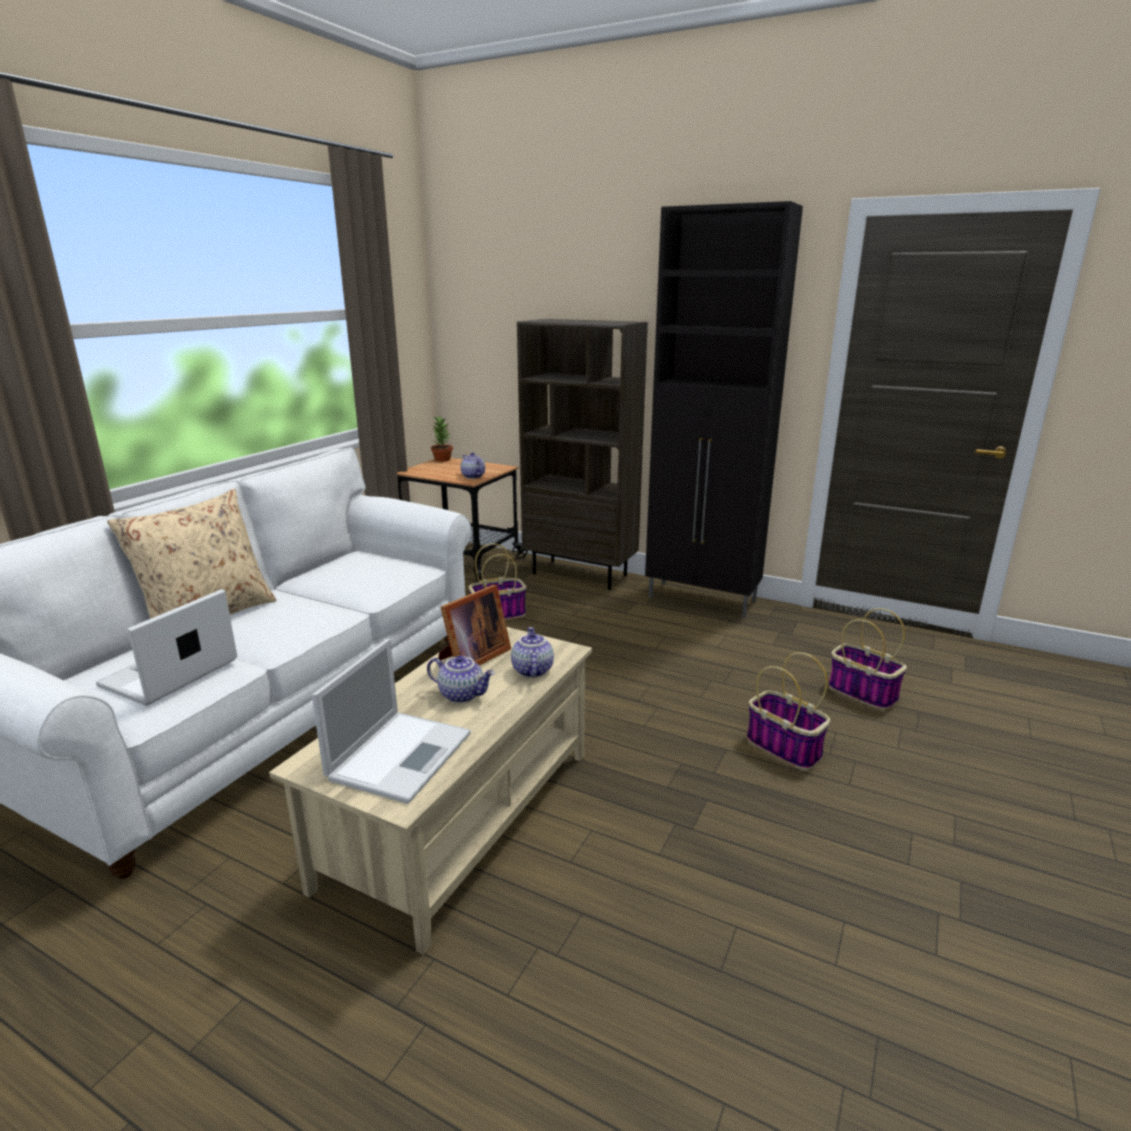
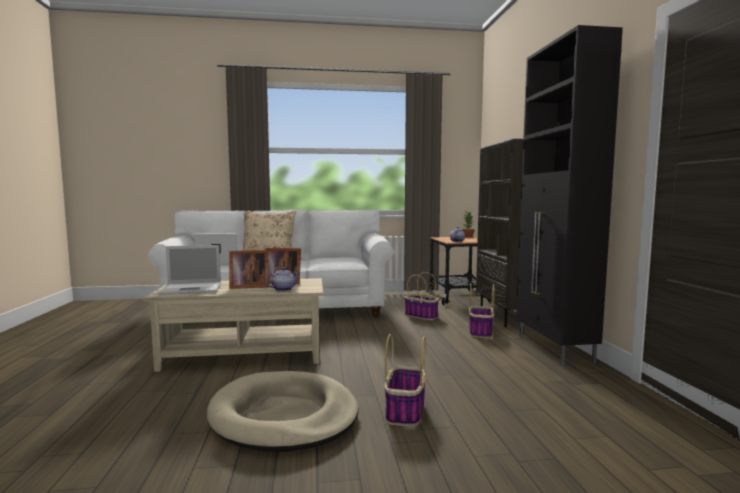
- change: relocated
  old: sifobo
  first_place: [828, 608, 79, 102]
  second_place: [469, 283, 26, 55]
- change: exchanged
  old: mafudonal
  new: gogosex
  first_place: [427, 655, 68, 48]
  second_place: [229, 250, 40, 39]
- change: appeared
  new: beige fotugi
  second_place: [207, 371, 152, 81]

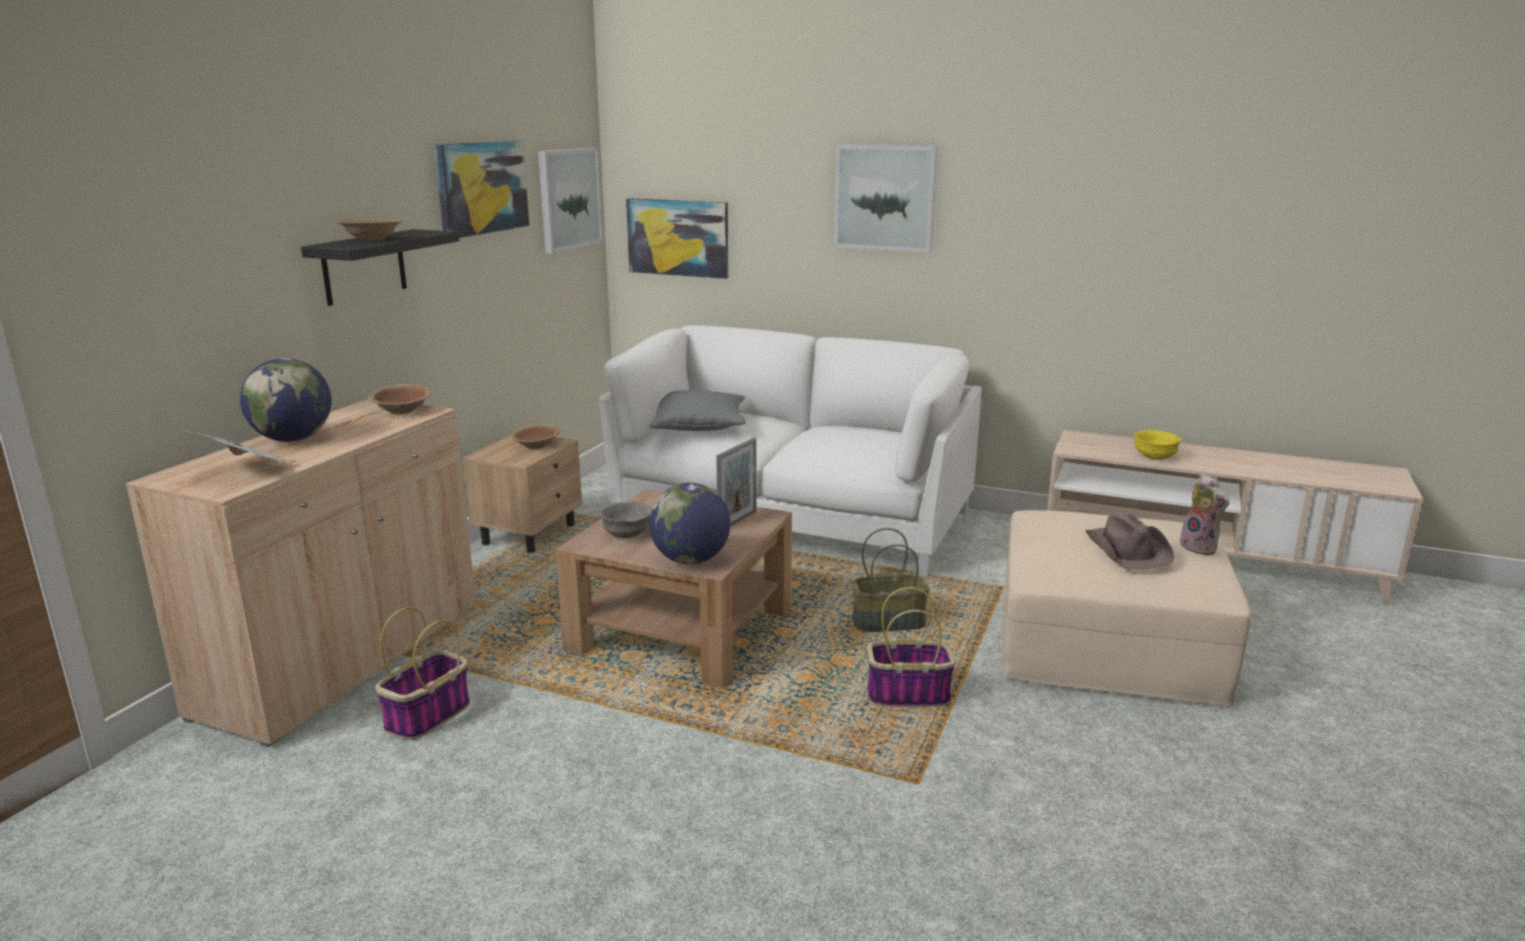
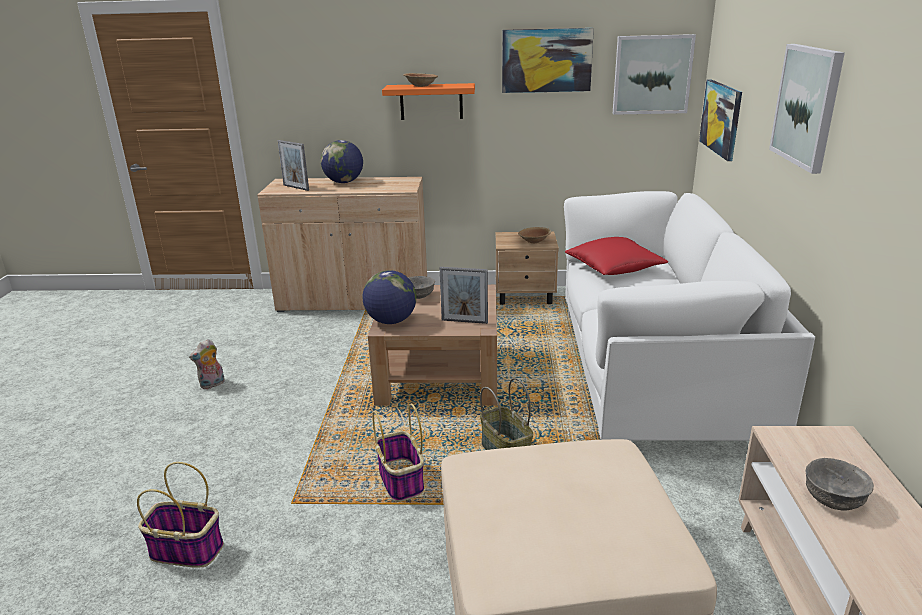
- change: colour
  old: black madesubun
  new: orange madesubun
  first_place: [301, 229, 158, 77]
  second_place: [382, 83, 93, 37]
- change: missing
  old: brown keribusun
  first_place: [368, 384, 63, 30]
- change: colour
  old: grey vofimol
  new: red vofimol
  first_place: [649, 390, 97, 41]
  second_place: [565, 237, 103, 38]
- change: colour
  old: yellow keribusun
  new: grey keribusun
  first_place: [1134, 430, 47, 30]
  second_place: [806, 458, 68, 53]
- change: exchanged
  old: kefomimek
  new: gogosex
  first_place: [184, 431, 114, 31]
  second_place: [277, 140, 32, 51]
- change: relocated
  old: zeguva
  first_place: [1180, 474, 50, 81]
  second_place: [189, 339, 36, 50]
- change: missing
  old: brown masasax
  first_place: [1085, 513, 90, 57]
- change: relocated
  old: sifobo
  first_place: [375, 607, 95, 133]
  second_place: [137, 462, 87, 106]

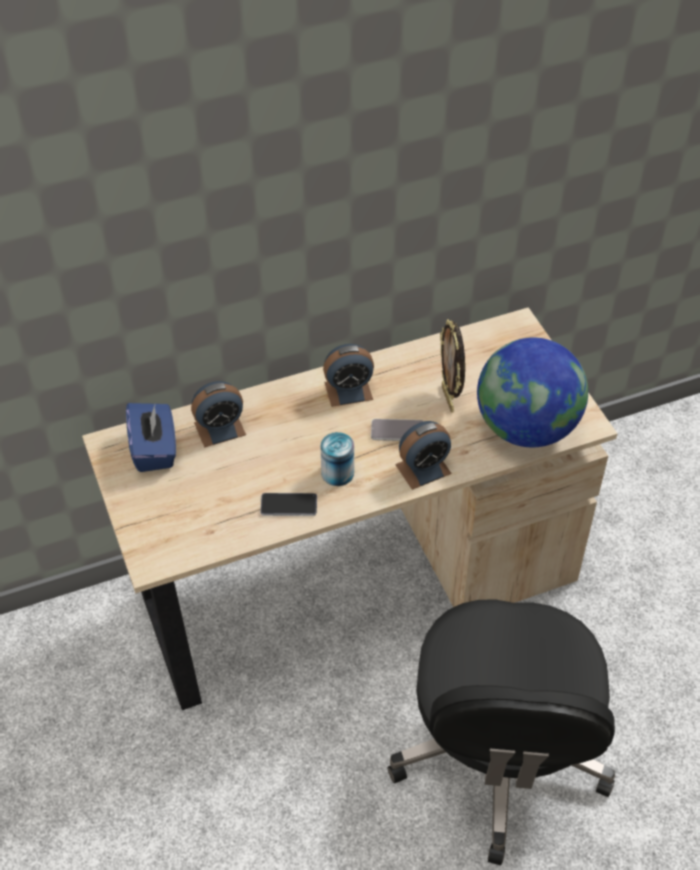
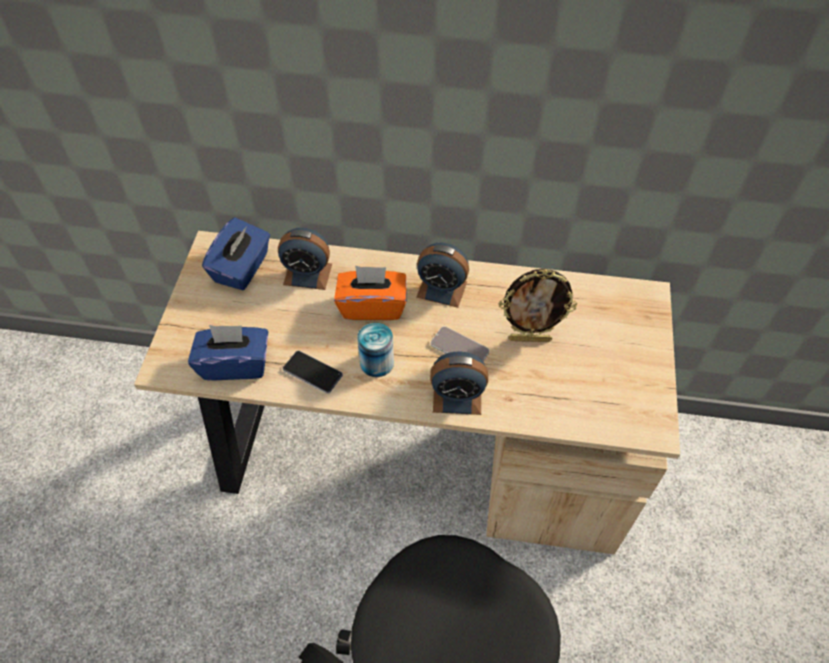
- change: spun
  old: gogosex
  first_place: [440, 319, 25, 93]
  second_place: [499, 269, 78, 73]
  degrees: -105
- change: missing
  old: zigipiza
  first_place: [477, 337, 111, 110]
- change: appeared
  new: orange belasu
  second_place: [334, 266, 72, 54]
- change: appeared
  new: blue belasu
  second_place: [188, 325, 80, 55]

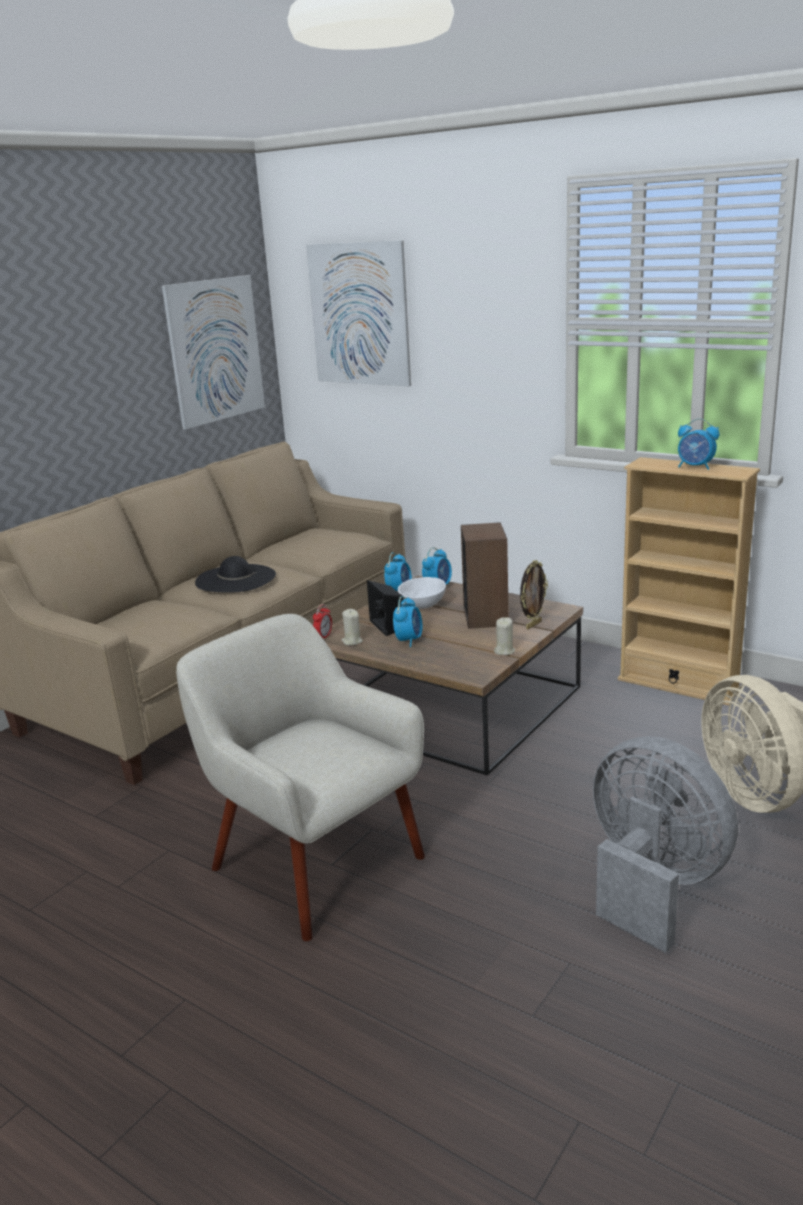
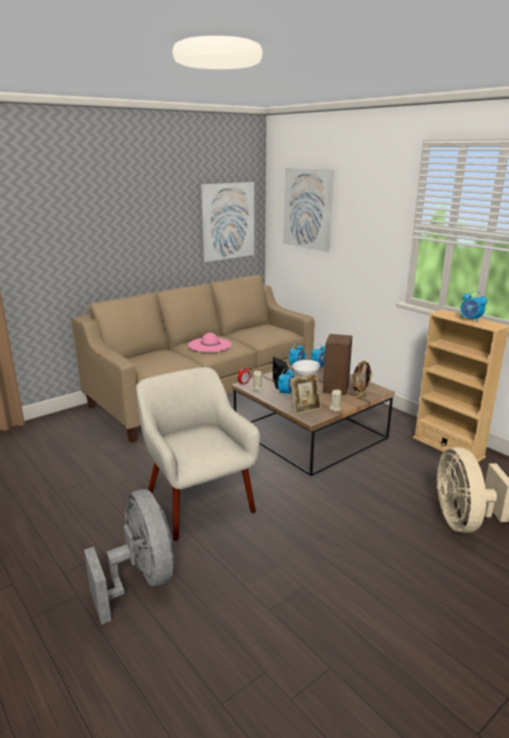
- change: colour
  old: black masasax
  new: pink masasax
  first_place: [195, 556, 81, 37]
  second_place: [188, 333, 44, 19]
- change: relocated
  old: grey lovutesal
  first_place: [593, 736, 145, 217]
  second_place: [84, 489, 90, 136]
- change: appeared
  new: gogosex
  second_place: [290, 373, 31, 42]

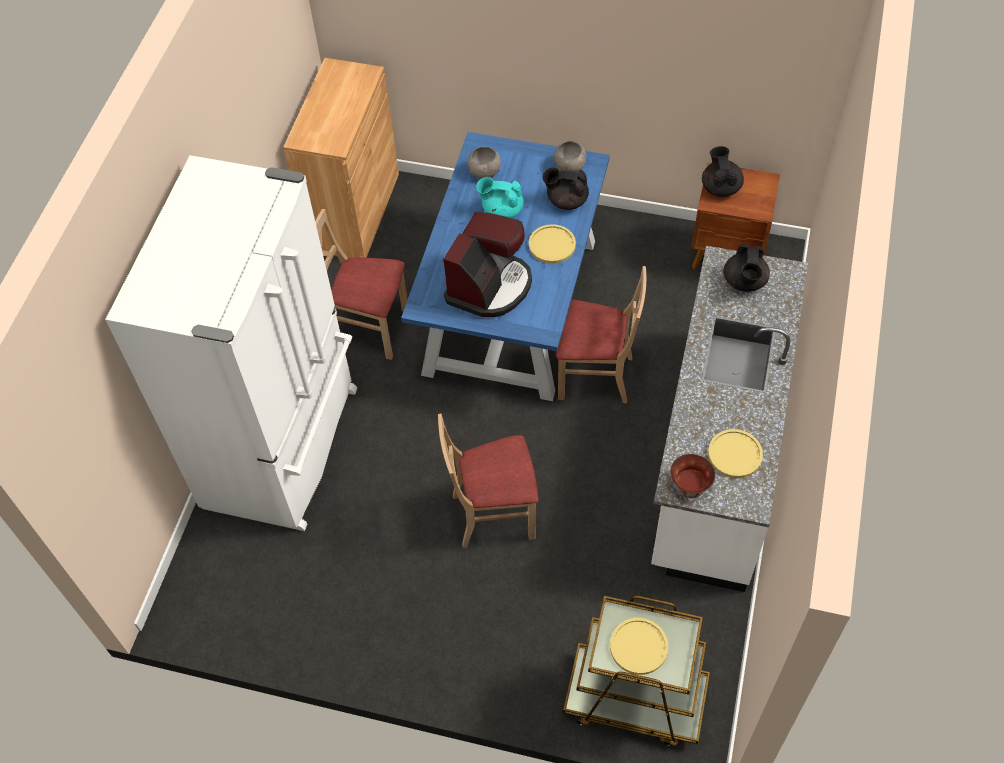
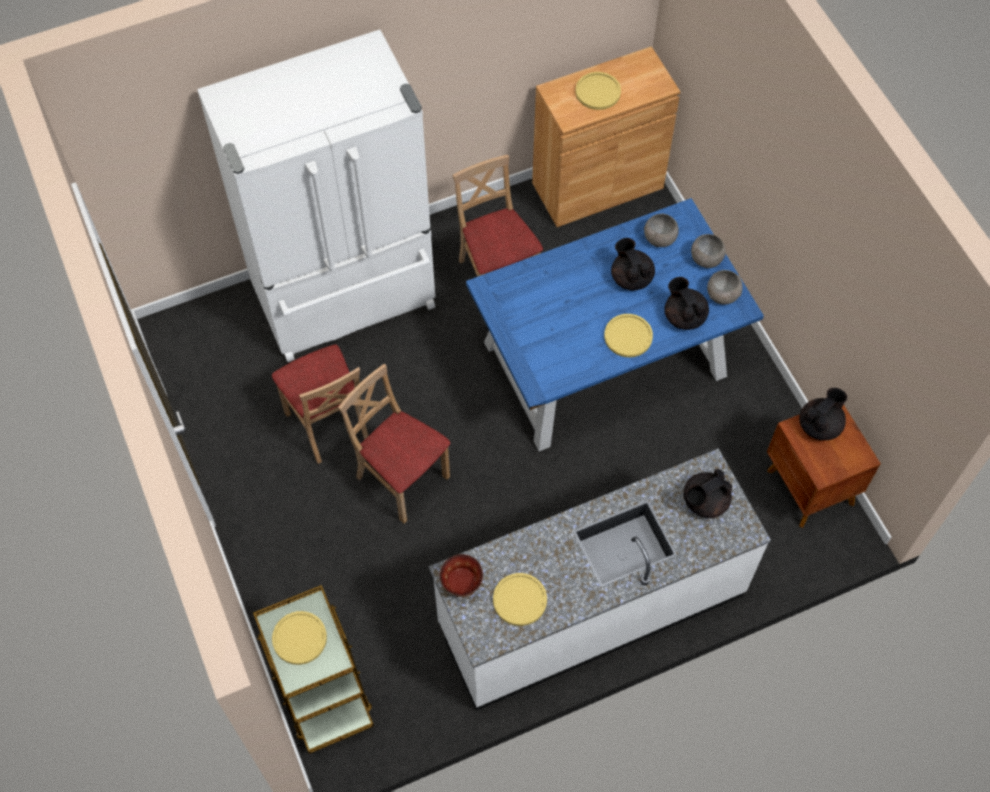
- change: colour
  old: turquoise mafudonal
  new: black mafudonal
  first_place: [476, 177, 48, 41]
  second_place: [611, 238, 44, 52]
- change: missing
  old: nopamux
  first_place: [443, 212, 89, 105]
- change: relocated
  old: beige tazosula
  first_place: [556, 266, 90, 137]
  second_place: [272, 345, 96, 119]
- change: appeared
  new: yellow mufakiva
  second_place: [575, 72, 46, 38]
- change: appeared
  new: grey keribusun
  second_place: [691, 234, 35, 34]

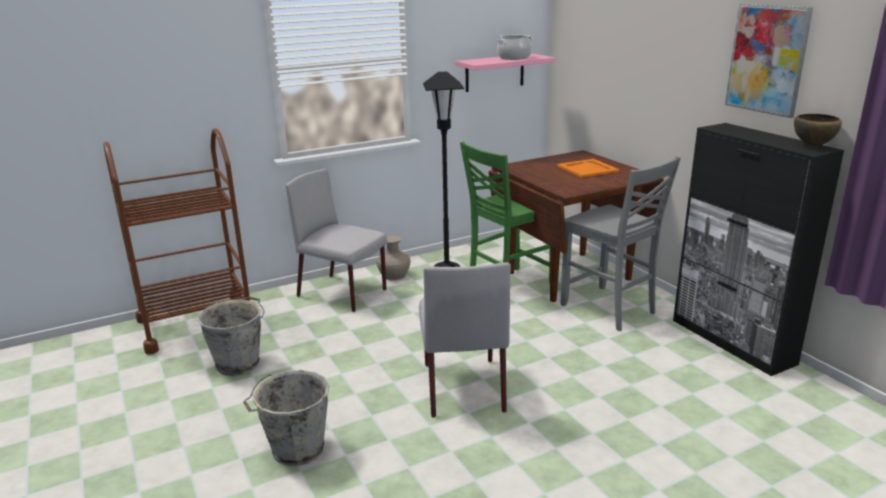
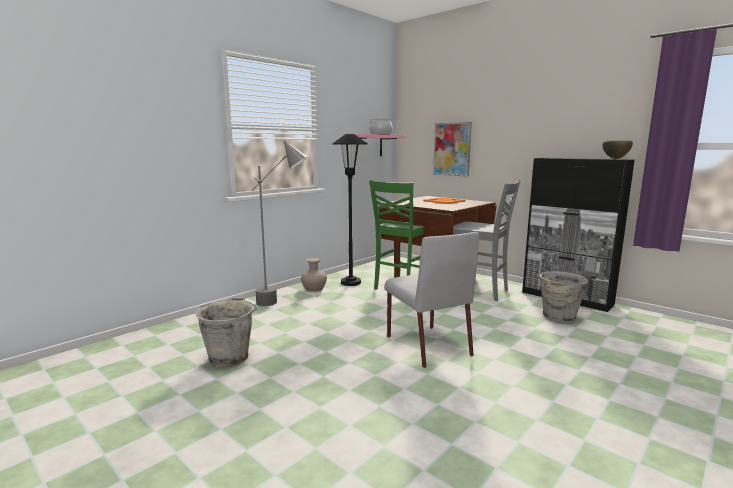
- change: relocated
  old: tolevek
  first_place: [725, 4, 88, 114]
  second_place: [433, 122, 39, 55]
- change: missing
  old: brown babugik
  first_place: [103, 128, 147, 226]
- change: exchanged
  old: grey tazosula
  new: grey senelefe
  first_place: [286, 169, 101, 143]
  second_place: [252, 141, 56, 165]
- change: relocated
  old: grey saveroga
  first_place: [243, 370, 87, 96]
  second_place: [537, 271, 51, 52]

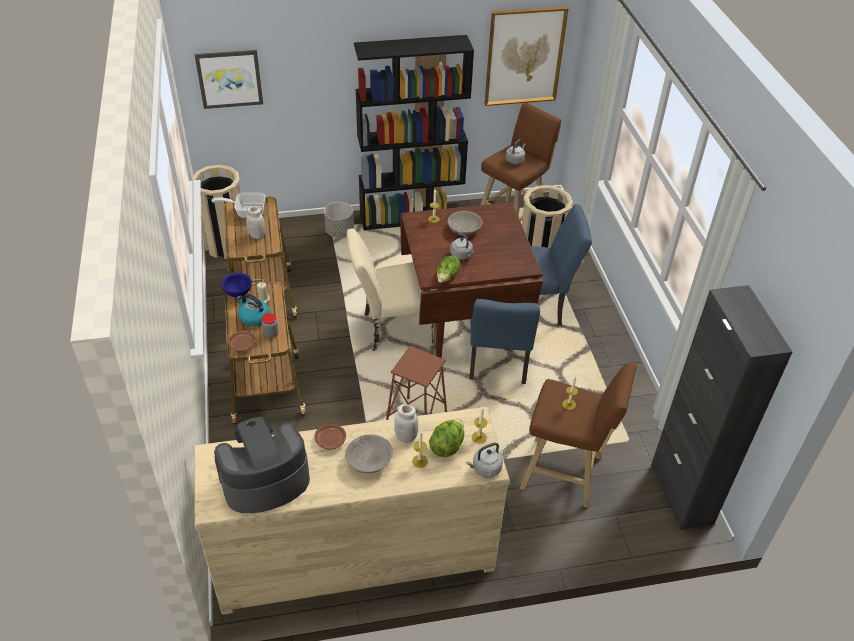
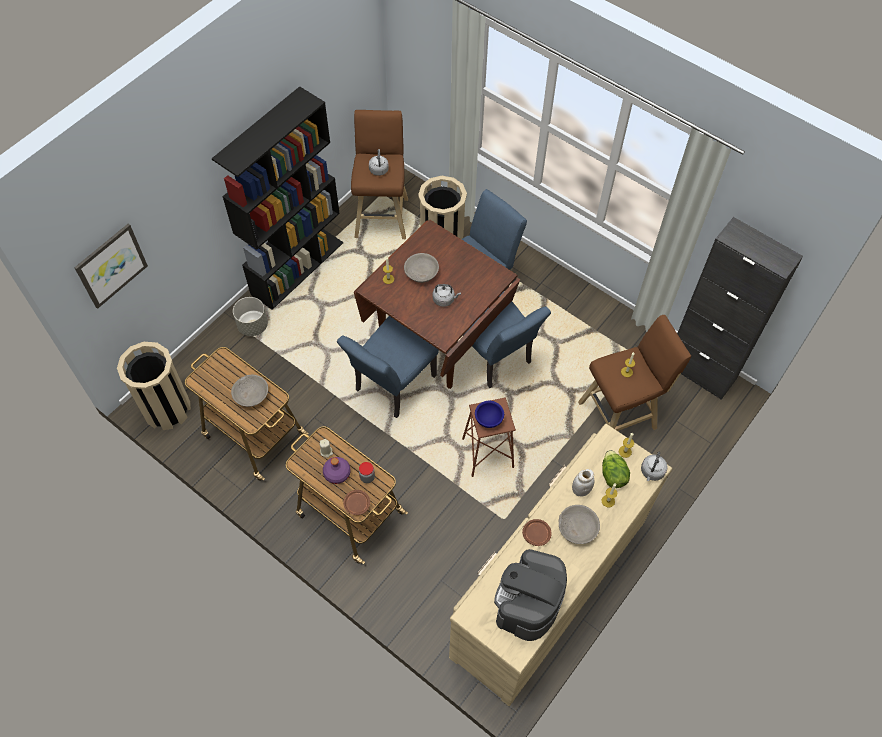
- change: missing
  old: tolevek
  first_place: [485, 7, 83, 99]
- change: missing
  old: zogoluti
  first_place: [211, 193, 55, 25]
- change: exchanged
  old: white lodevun
  new: grey keribusun
  first_place: [246, 206, 19, 33]
  second_place: [231, 375, 37, 32]
- change: colour
  old: beige tazosula
  new: blue tazosula
  first_place: [347, 228, 89, 123]
  second_place: [337, 316, 102, 102]
- change: missing
  old: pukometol
  first_place: [437, 256, 24, 27]
- change: relocated
  old: blue keribusun
  first_place: [221, 273, 31, 24]
  second_place: [475, 401, 29, 27]
- change: exchanged
  old: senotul
  new: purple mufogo
  first_place: [237, 294, 33, 32]
  second_place: [323, 457, 27, 27]

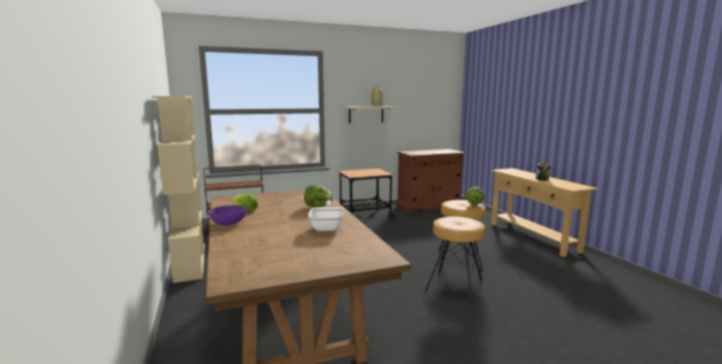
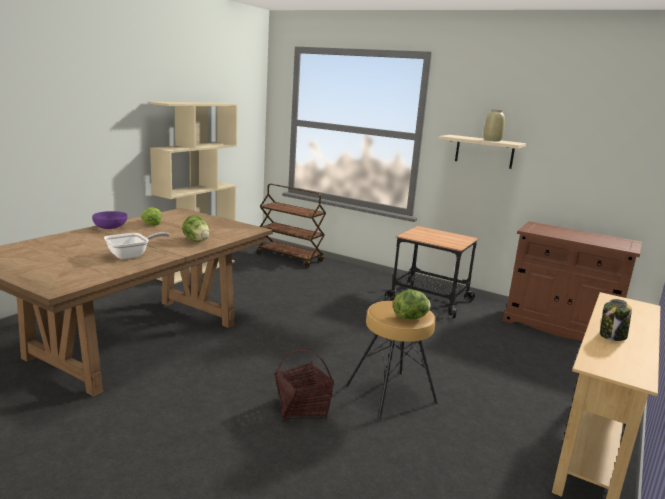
- change: exchanged
  old: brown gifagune
  new: sifobo
  first_place: [424, 216, 61, 87]
  second_place: [275, 350, 59, 71]

